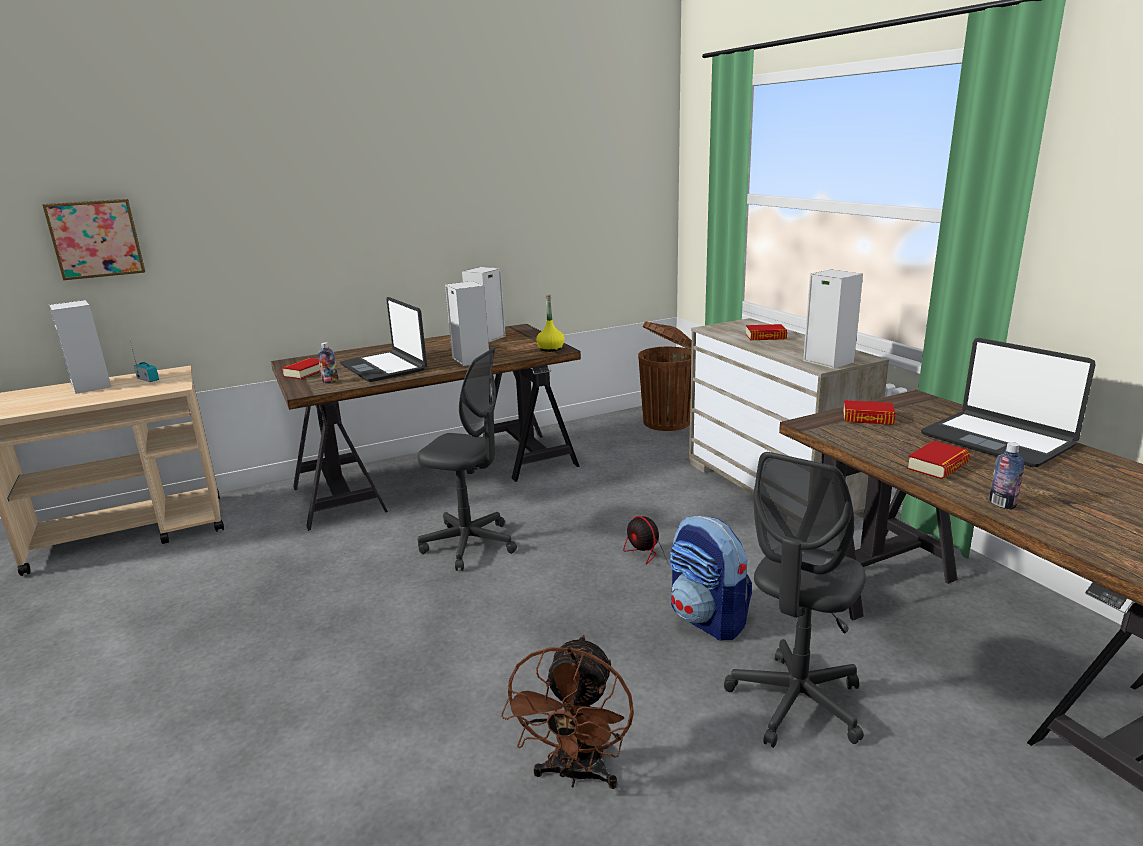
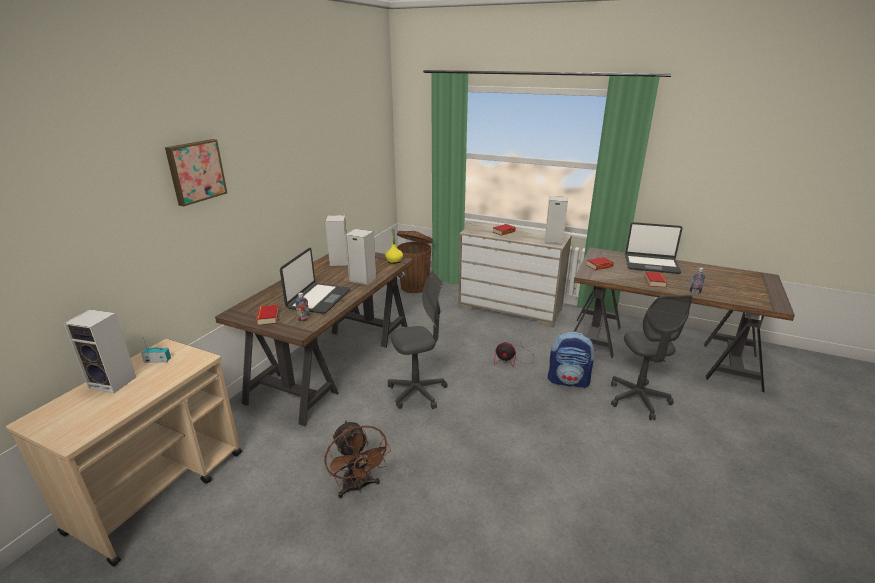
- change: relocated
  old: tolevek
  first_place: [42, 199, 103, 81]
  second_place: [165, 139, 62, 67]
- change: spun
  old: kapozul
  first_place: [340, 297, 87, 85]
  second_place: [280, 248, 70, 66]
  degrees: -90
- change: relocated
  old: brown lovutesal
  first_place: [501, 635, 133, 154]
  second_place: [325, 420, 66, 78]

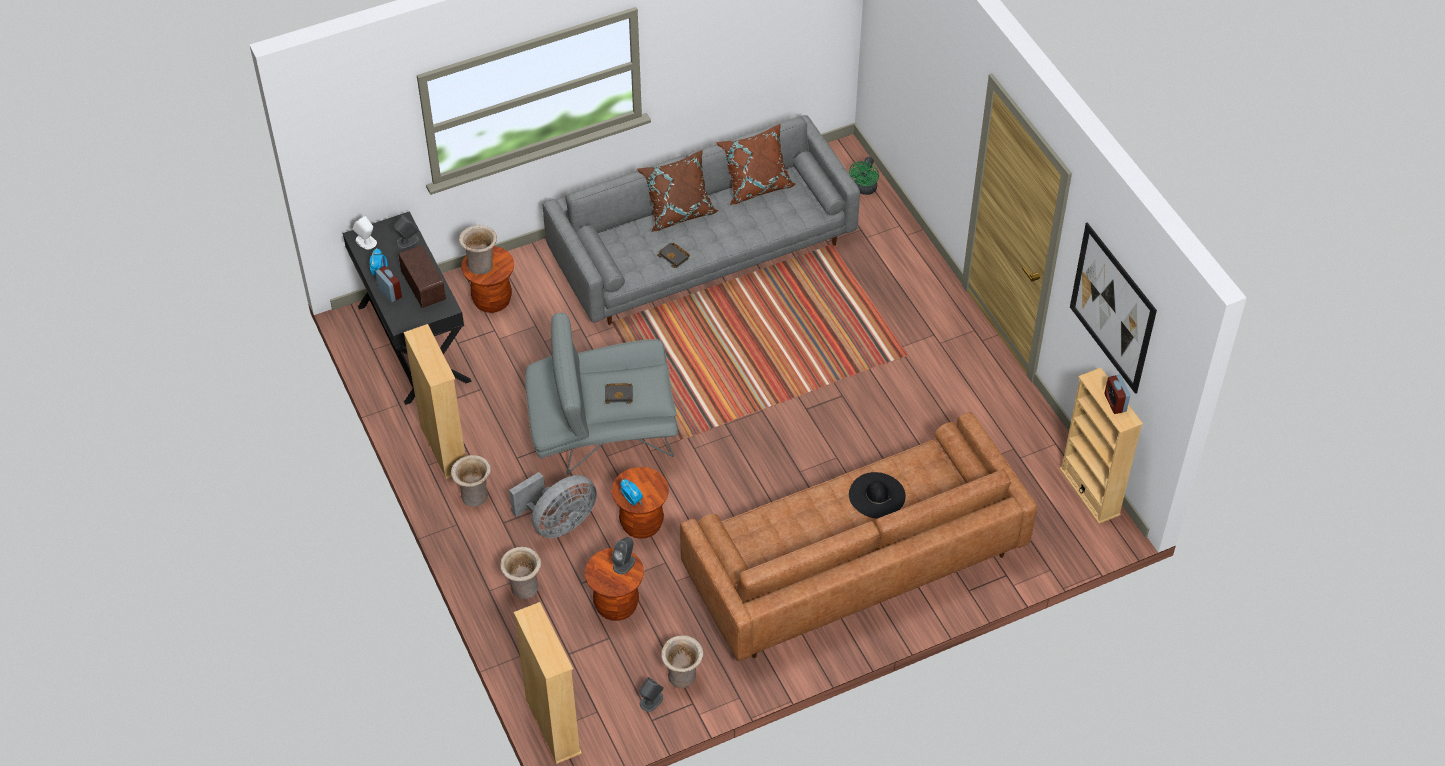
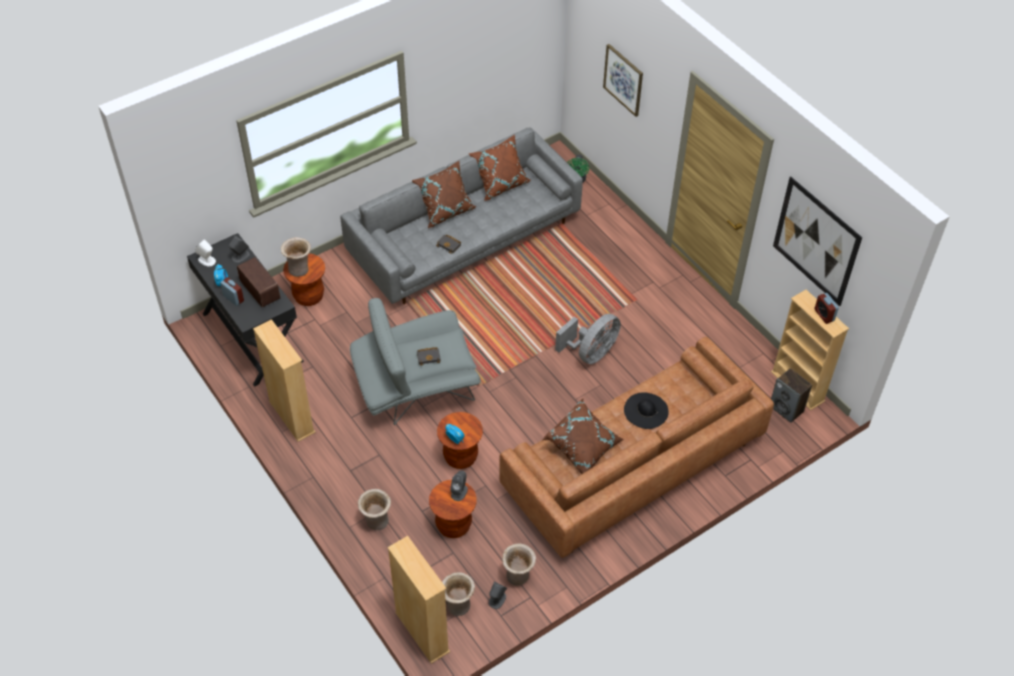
- change: relocated
  old: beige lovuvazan
  first_place: [451, 455, 40, 52]
  second_place: [442, 572, 33, 44]
- change: relocated
  old: grey lovutesal
  first_place: [509, 472, 88, 66]
  second_place: [555, 314, 66, 50]
- change: appeared
  new: tolevek
  second_place: [603, 44, 40, 73]
- change: appeared
  new: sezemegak
  second_place: [771, 368, 41, 55]
- change: appeared
  new: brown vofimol
  second_place: [543, 398, 81, 76]

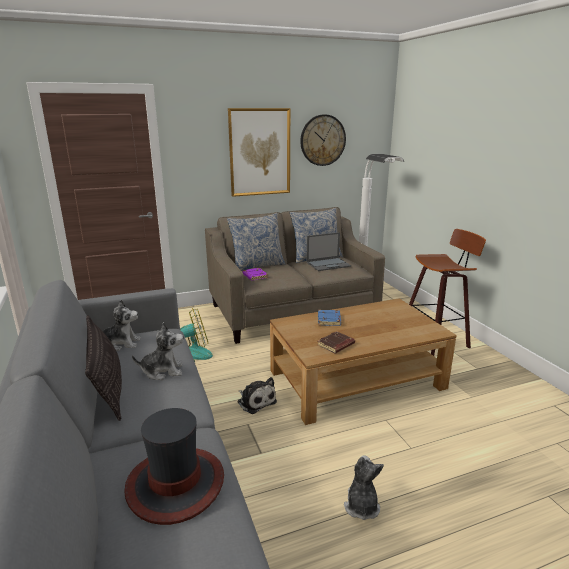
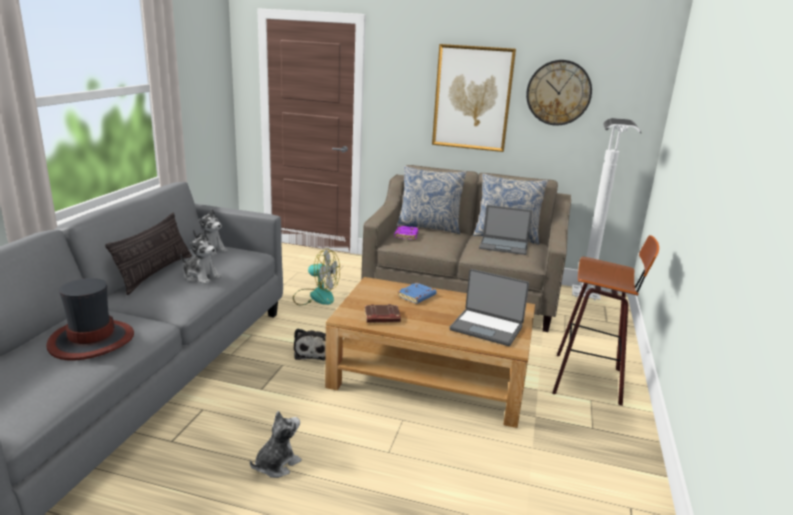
- change: appeared
  new: kapozul
  second_place: [450, 269, 79, 77]

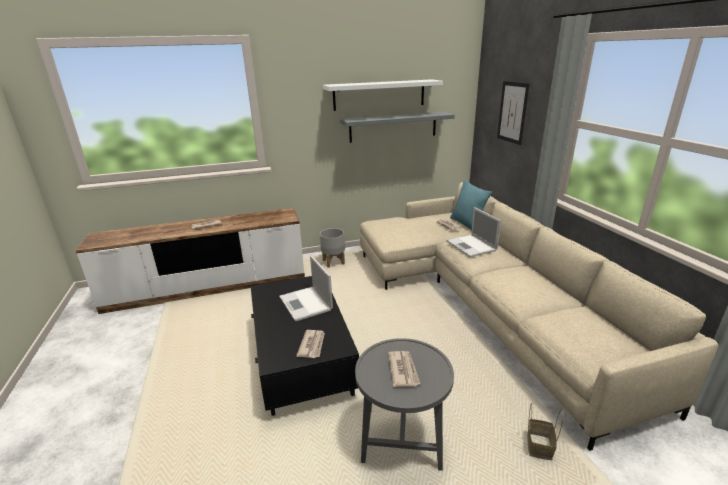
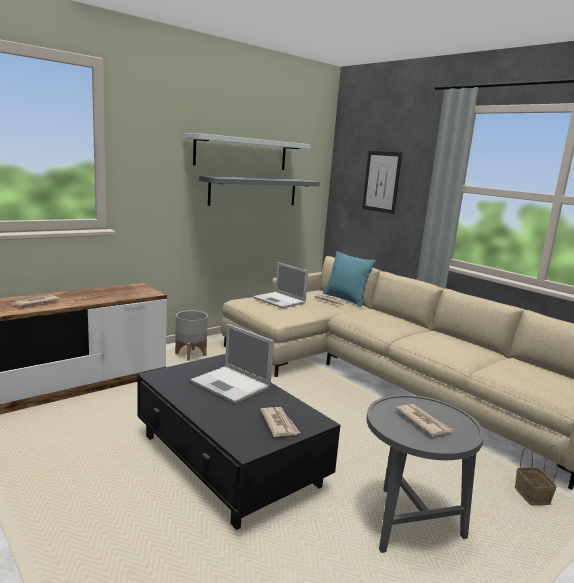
- change: relocated
  old: kapozul
  first_place: [447, 207, 54, 50]
  second_place: [253, 262, 55, 46]

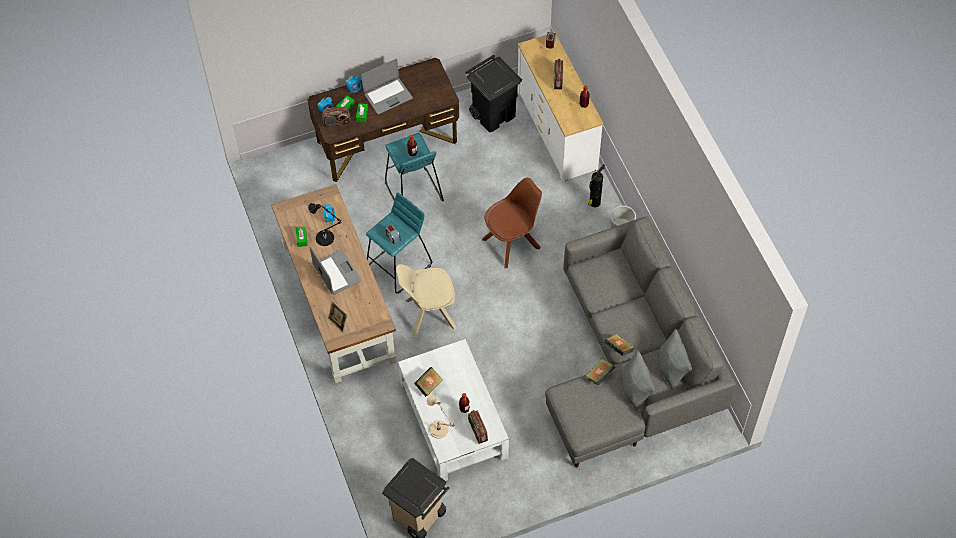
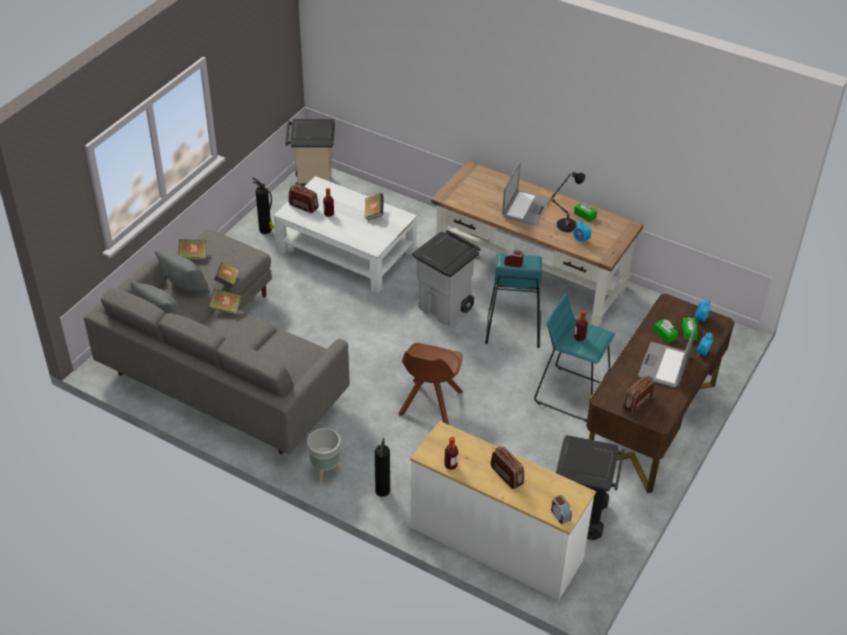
- change: relocated
  old: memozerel
  first_place: [322, 107, 28, 20]
  second_place: [623, 376, 32, 38]
- change: spun
  old: kapozul
  first_place: [310, 247, 51, 48]
  second_place: [502, 162, 48, 63]
  degrees: -90
- change: exchanged
  old: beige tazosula
  new: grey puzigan
  first_place: [396, 264, 60, 72]
  second_place: [412, 230, 69, 96]
- change: missing
  old: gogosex
  first_place: [328, 301, 20, 31]
- change: missing
  old: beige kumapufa
  first_place: [427, 395, 29, 43]
- change: appeared
  new: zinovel
  second_place: [252, 177, 22, 57]
- change: appeared
  new: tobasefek
  second_place: [178, 239, 29, 21]

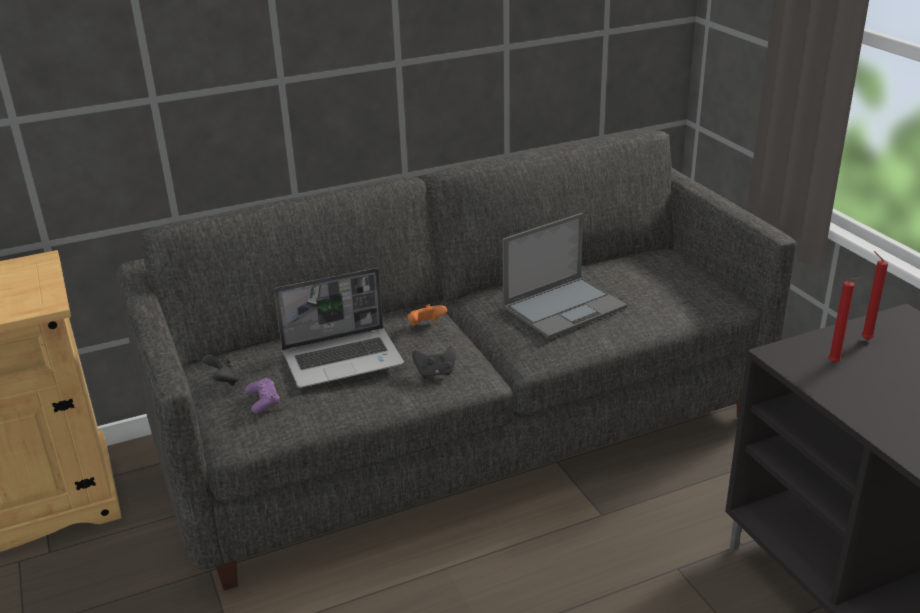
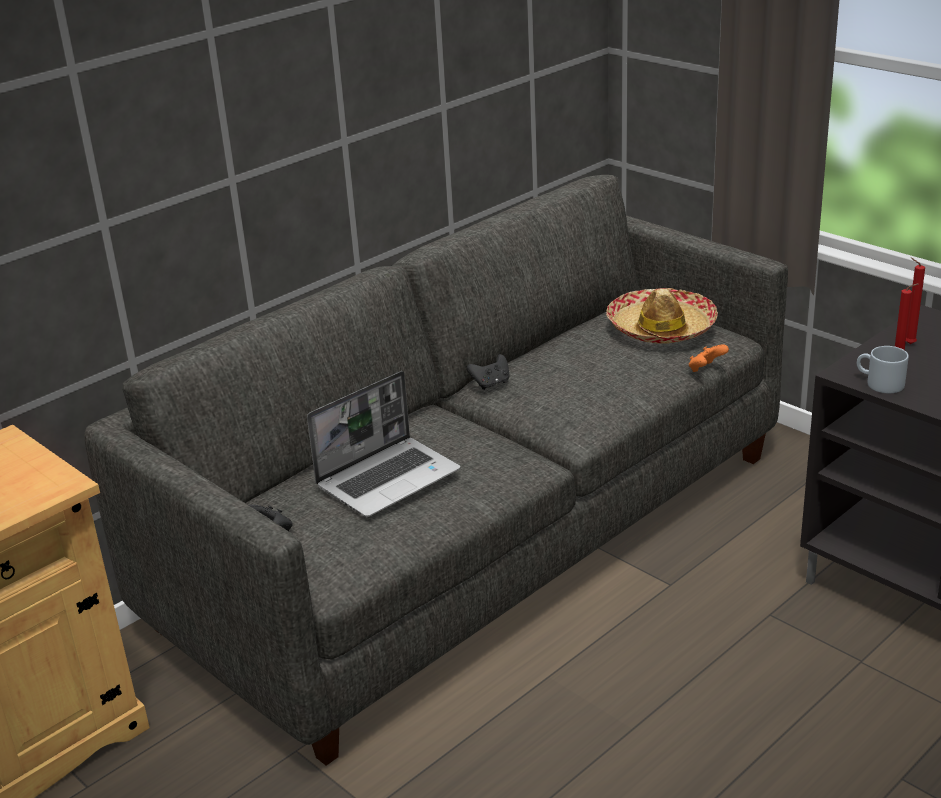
- change: missing
  old: kapozul
  first_place: [502, 213, 125, 126]
- change: relocated
  old: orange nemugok
  first_place: [408, 304, 39, 22]
  second_place: [689, 345, 40, 27]
- change: relocated
  old: black nemugok
  first_place: [412, 346, 44, 32]
  second_place: [467, 354, 42, 36]
- change: missing
  old: purple nemugok
  first_place: [245, 378, 35, 35]
- change: appeared
  new: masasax
  second_place: [606, 288, 112, 56]
- change: appeared
  new: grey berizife
  second_place: [857, 346, 52, 47]

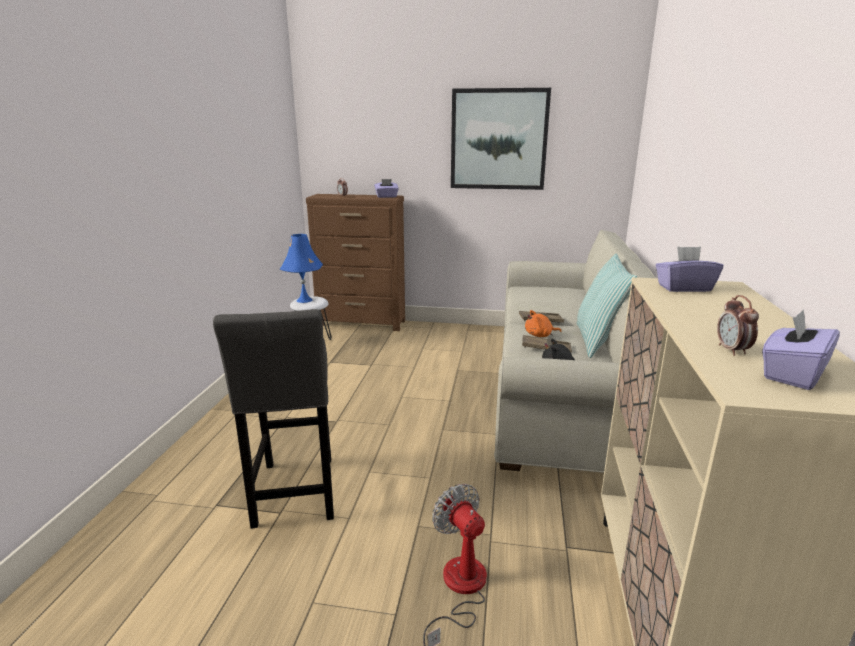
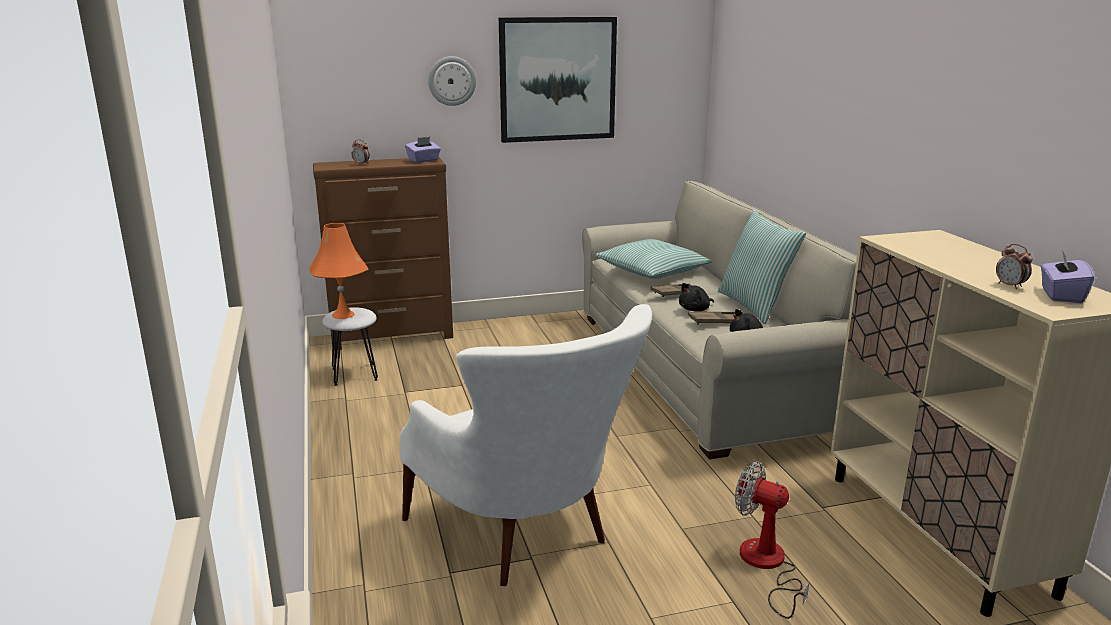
- change: colour
  old: blue kumapufa
  new: orange kumapufa
  first_place: [280, 234, 43, 69]
  second_place: [309, 223, 60, 96]
- change: missing
  old: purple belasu
  first_place: [656, 246, 67, 46]
- change: exchanged
  old: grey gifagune
  new: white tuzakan
  first_place: [213, 309, 121, 220]
  second_place: [399, 304, 253, 282]
- change: colour
  old: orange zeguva
  new: black zeguva
  first_place: [525, 310, 36, 27]
  second_place: [679, 283, 35, 29]
- change: appeared
  new: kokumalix
  second_place: [428, 56, 48, 50]
- change: appeared
  new: vofimol
  second_place: [595, 239, 117, 40]

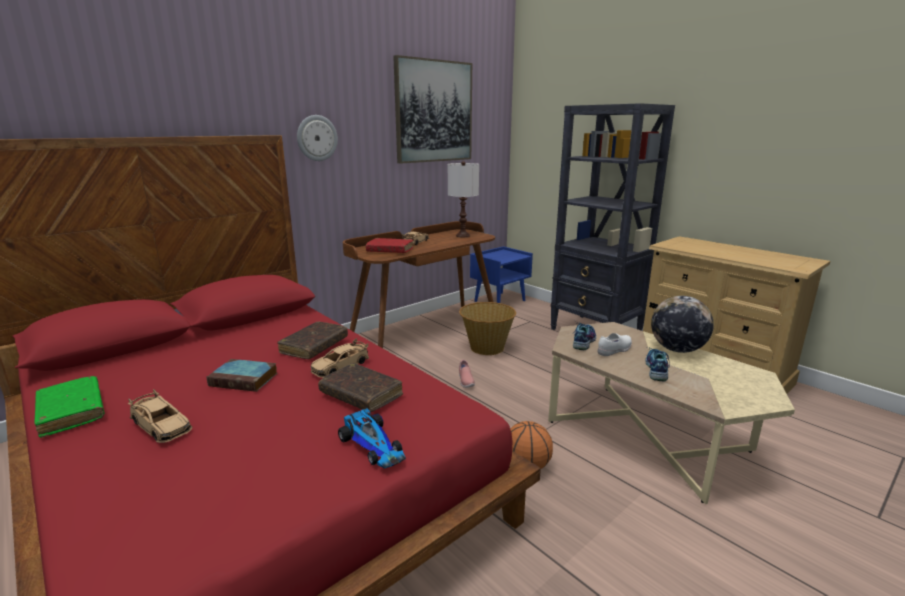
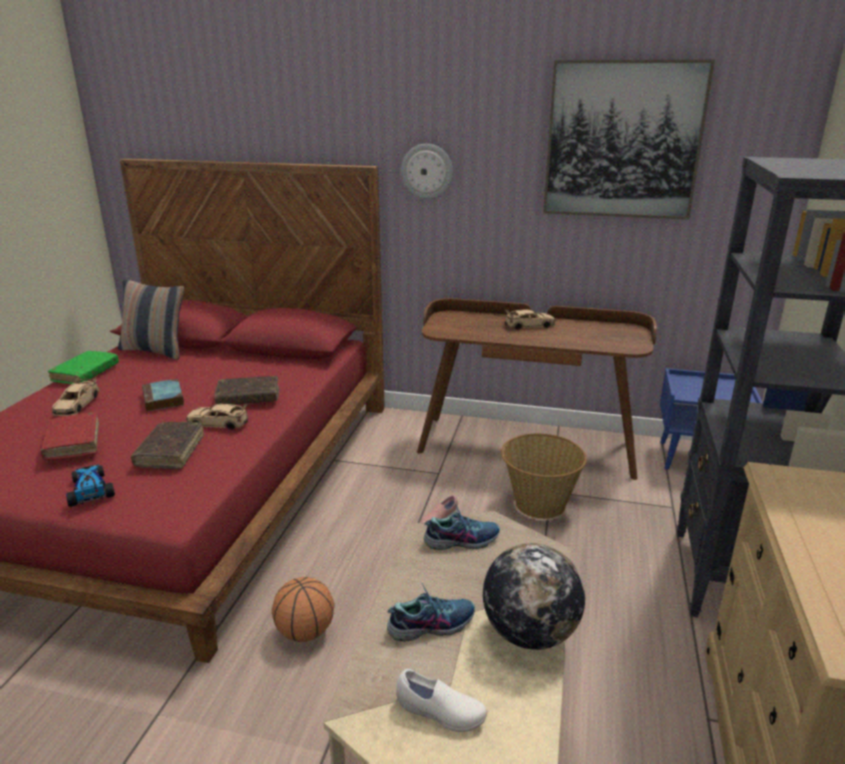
- change: missing
  old: white kumapufa
  first_place: [448, 161, 31, 76]
- change: relocated
  old: red tobasefek
  first_place: [366, 238, 47, 15]
  second_place: [40, 412, 59, 48]
- change: relocated
  old: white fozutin
  first_place: [597, 333, 35, 23]
  second_place: [397, 669, 90, 63]
- change: spun
  old: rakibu
  first_place: [338, 408, 68, 61]
  second_place: [66, 464, 49, 43]
  degrees: 135
- change: appeared
  new: vofimol
  second_place: [118, 279, 66, 81]

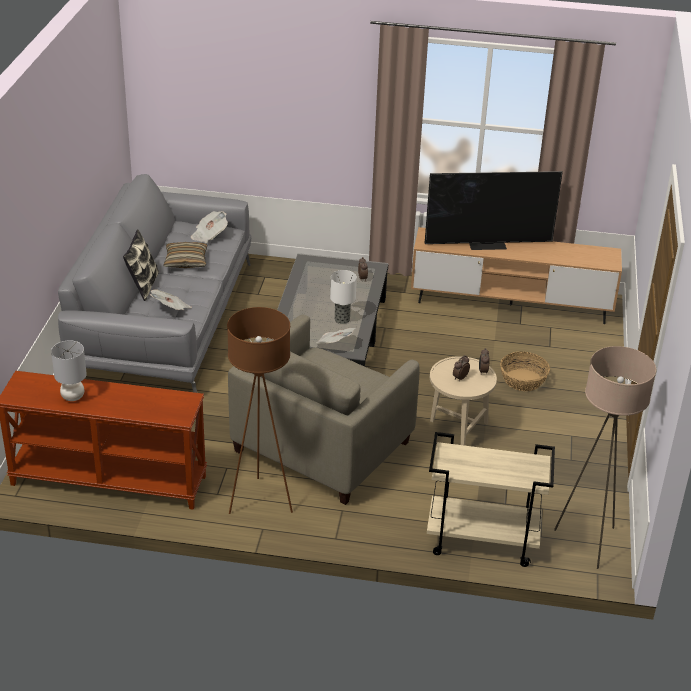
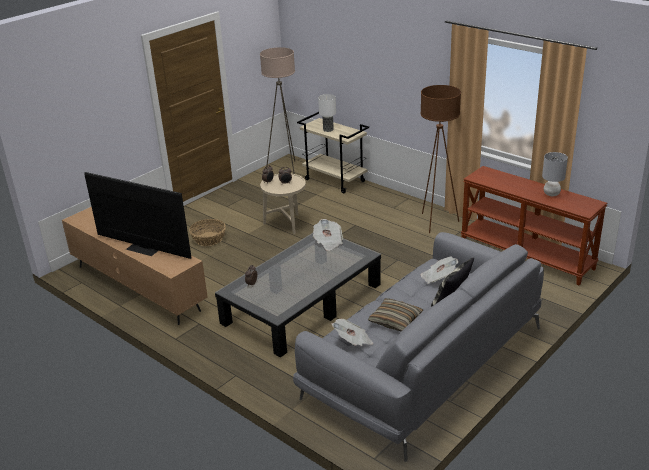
- change: relocated
  old: kumapufa
  first_place: [330, 270, 27, 54]
  second_place: [318, 94, 18, 38]
- change: missing
  old: beige tuzakan
  first_place: [228, 314, 192, 191]

